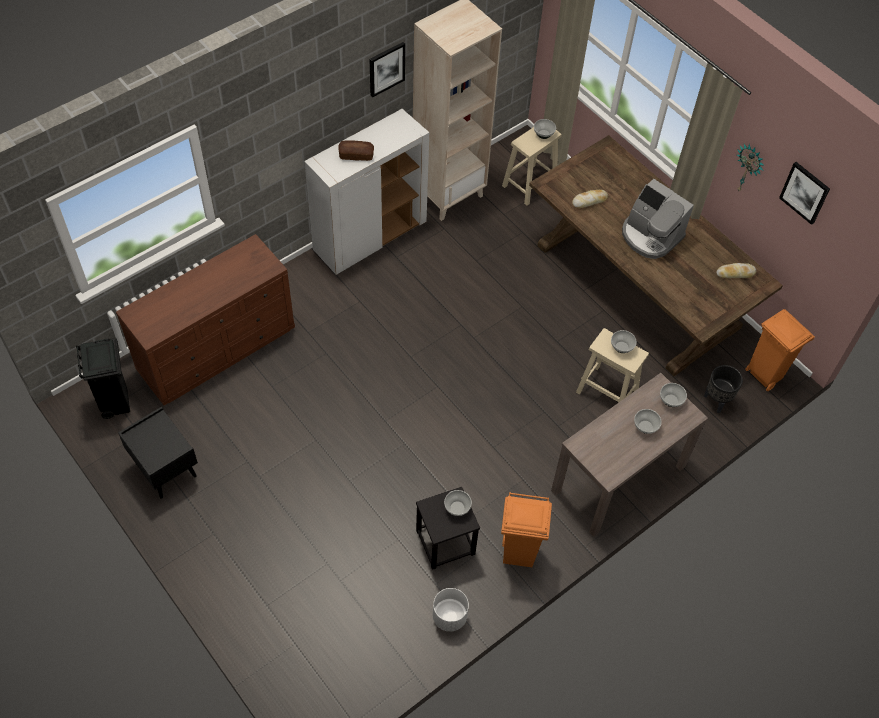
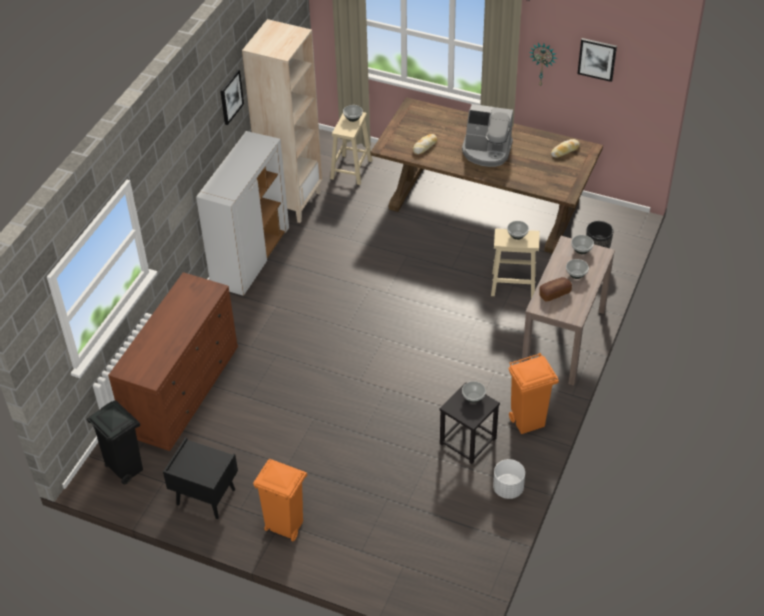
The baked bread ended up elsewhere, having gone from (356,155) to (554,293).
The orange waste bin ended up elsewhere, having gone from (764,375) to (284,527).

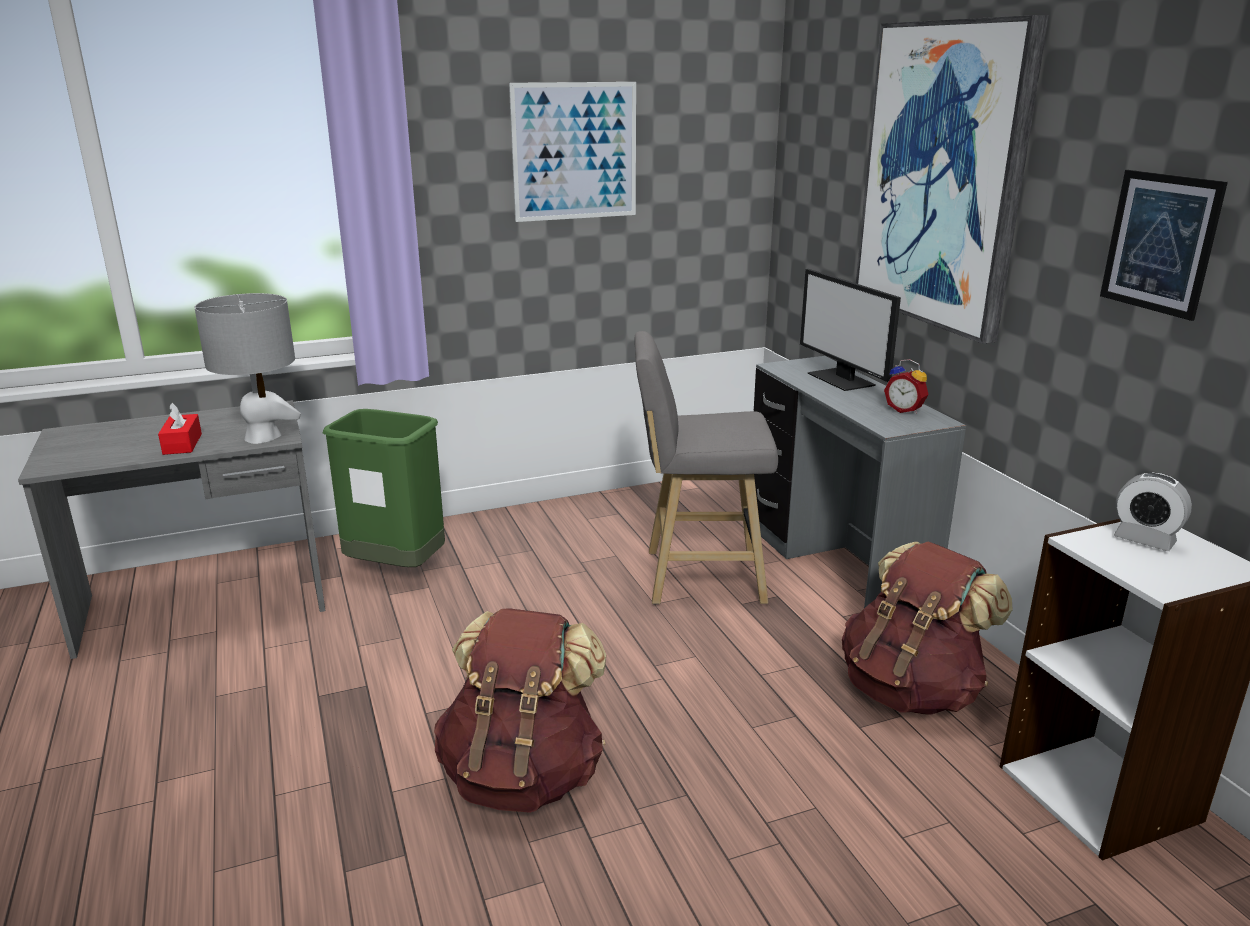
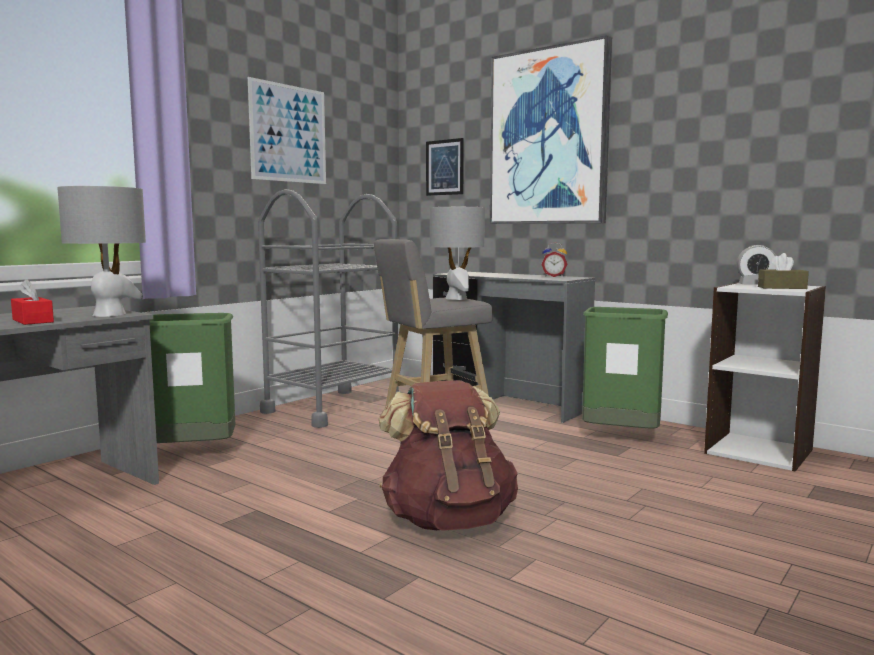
The second view lost the computer screen at (842,379).
Where the brownish backpack stood at (911,690), the green waste bin came to stand at (621,437).
The picture ended up elsewhere, having gone from (1160,243) to (444,167).
The second view gained the greyish cart at (333,408).
The second view gained the greyish table lamp at (456,298).
The second view gained the brownish tissue holder at (782,287).

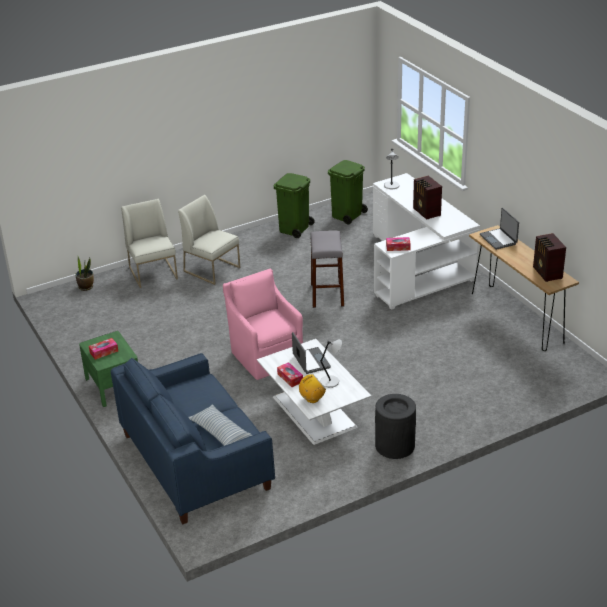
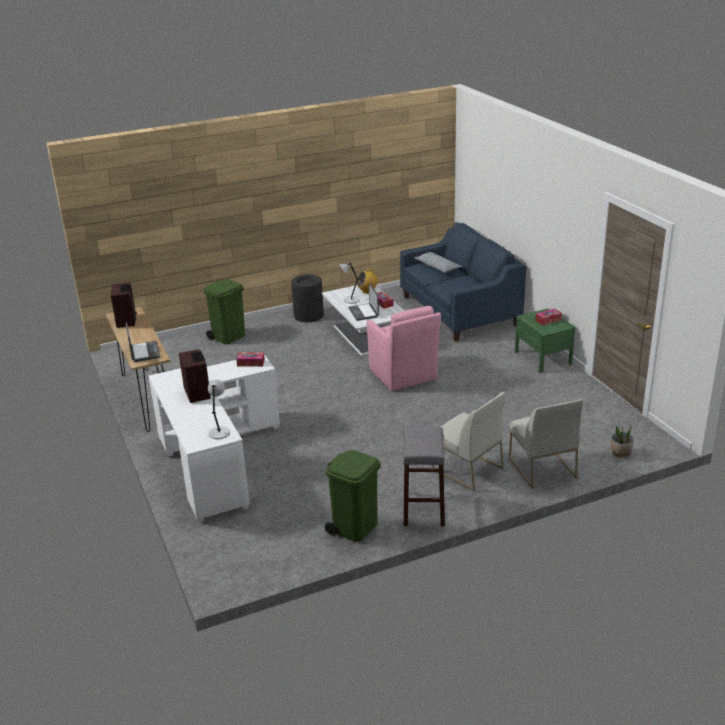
The greyish sitting stool ended up elsewhere, having gone from (327,295) to (424,508).
The green waste bin ended up elsewhere, having gone from (347,215) to (229,337).

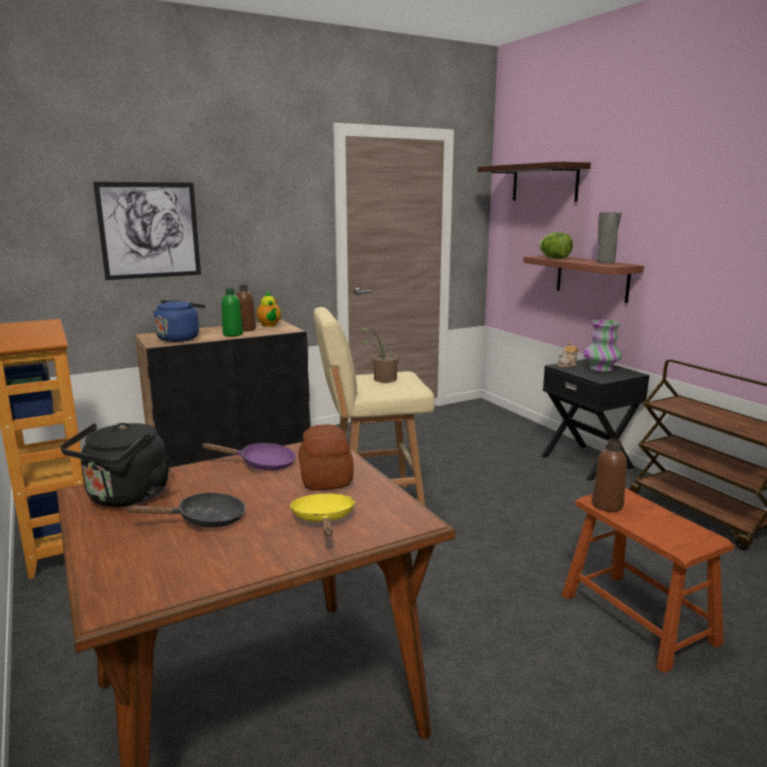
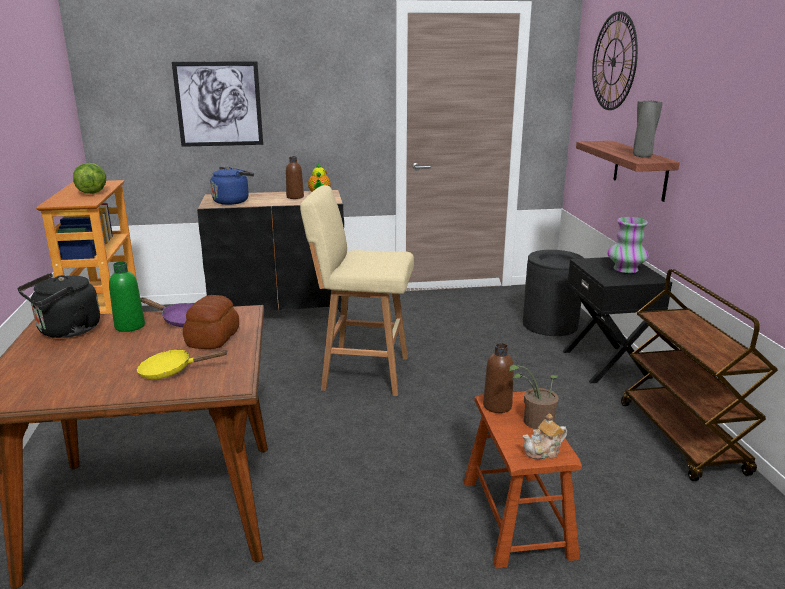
The second view lost the black skillet at (204,520).
The green drink bottle ended up elsewhere, having gone from (233,334) to (130,326).
The yellowish skillet at (324,519) ended up facing another way, 105 degrees counterclockwise from before.
The plant in a pot ended up elsewhere, having gone from (382,379) to (534,422).
Where the bracket shelf hung at (544,183), the clock on the wall came to hang at (613,61).
The lettuce ended up elsewhere, having gone from (554,258) to (92,192).
The pot for tea ended up elsewhere, having gone from (567,365) to (543,451).
The second view gained the black waste bin at (550,324).

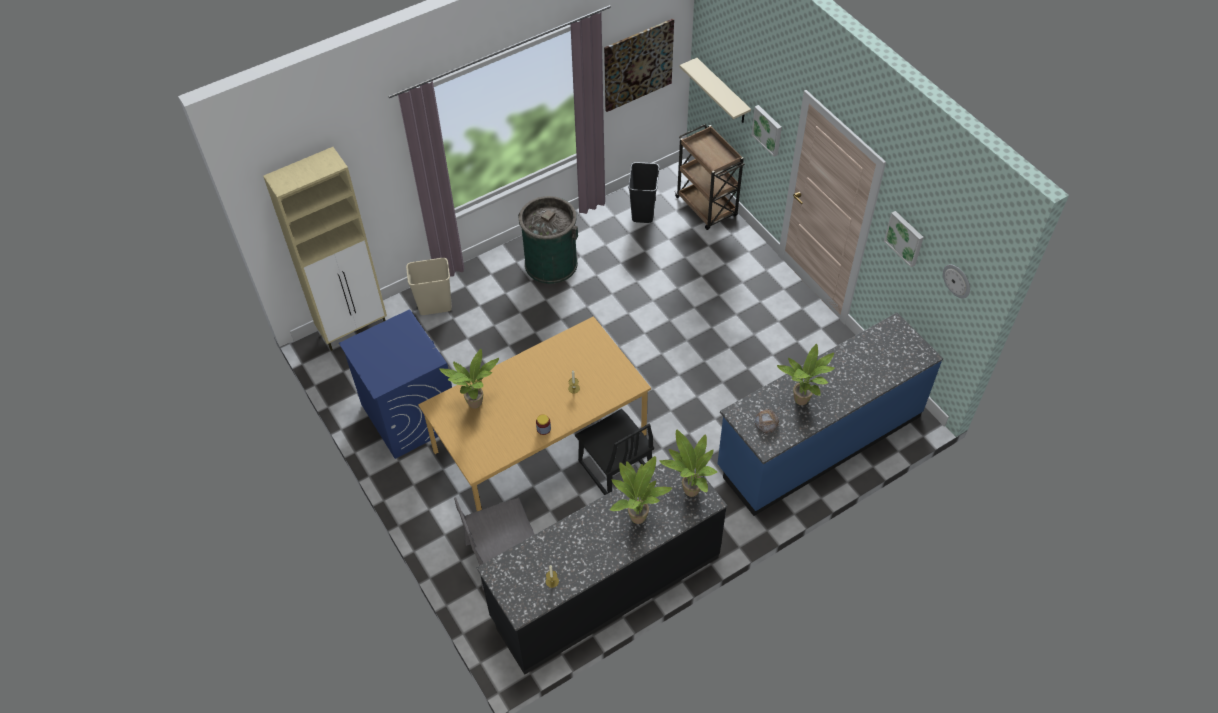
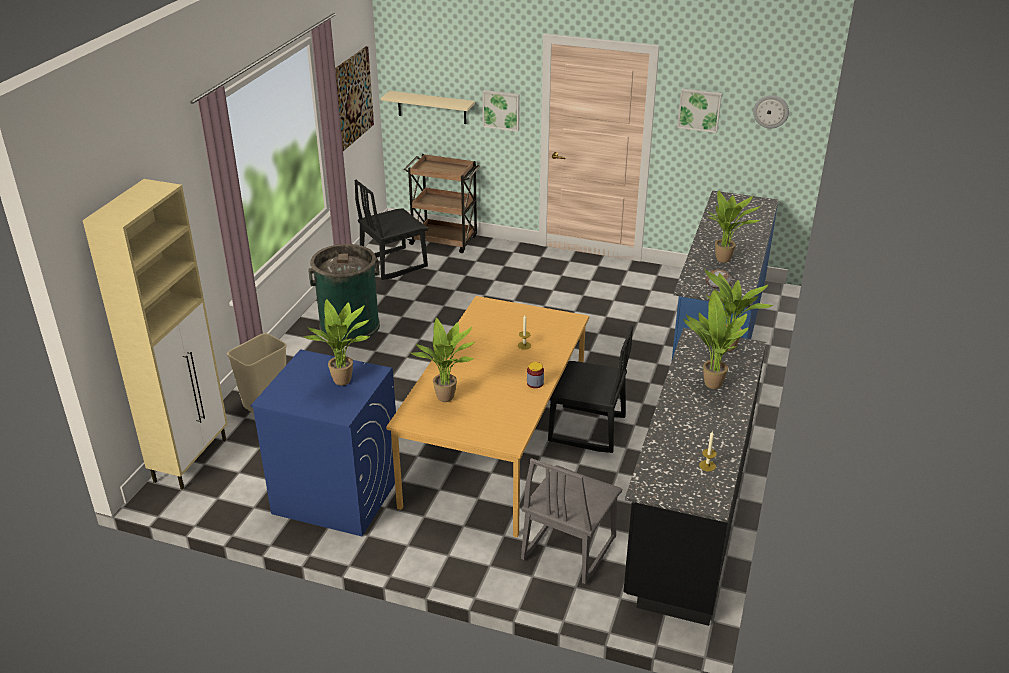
Where the black waste bin stood at (642,212), the black plain chair came to stand at (393,263).
The second view gained the plant in a pot at (345,382).

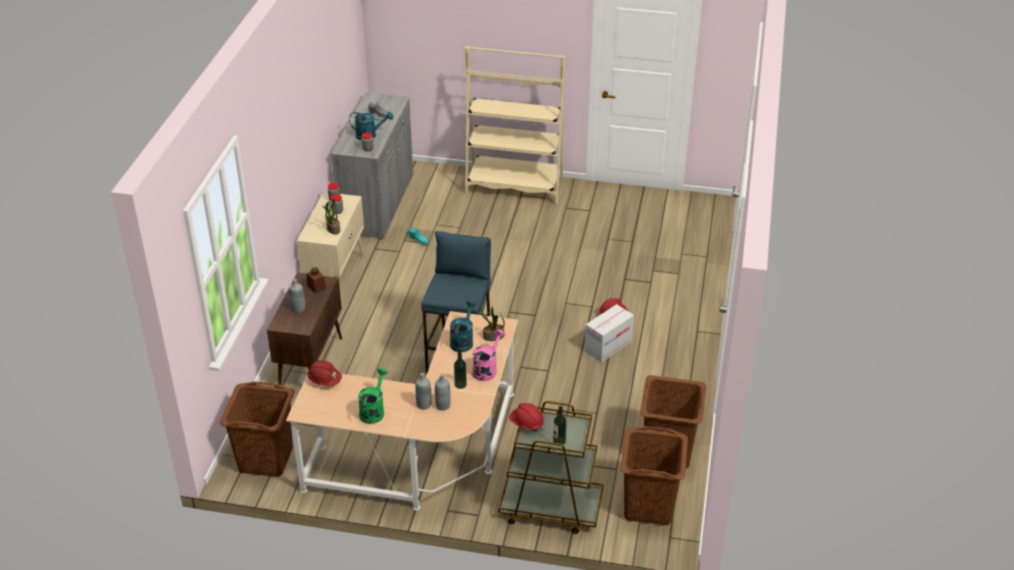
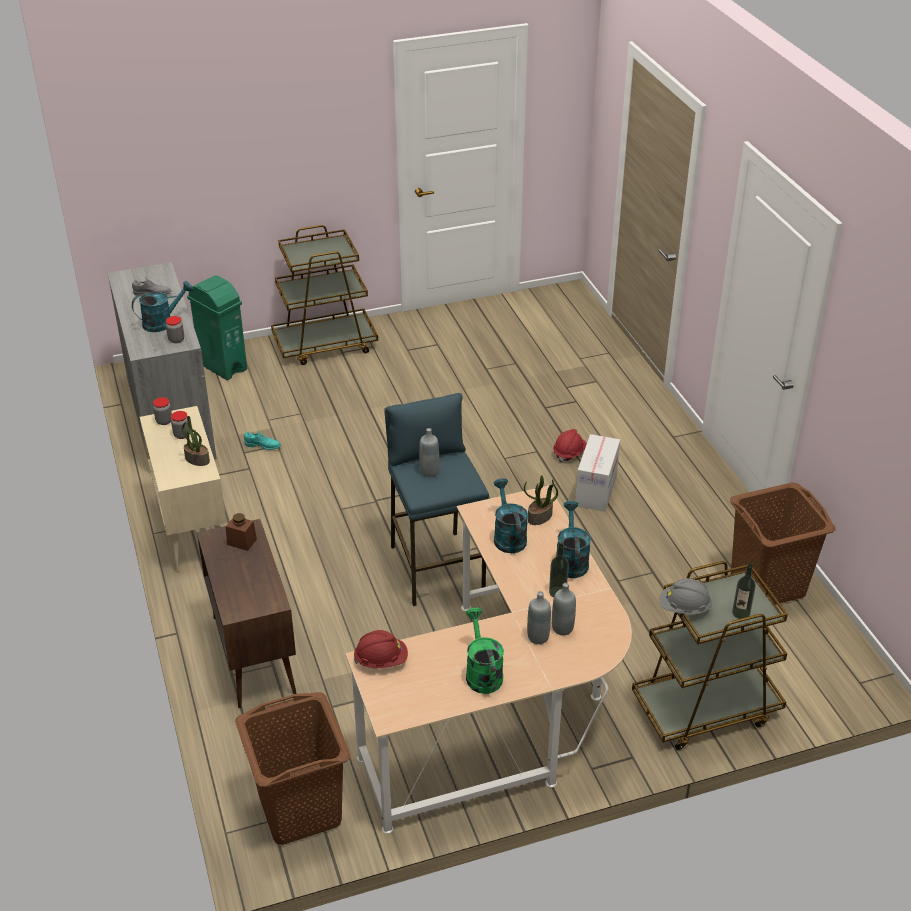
The greyish drink bottle ended up elsewhere, having gone from (298,309) to (429,471).
Where the beige bookshelf stood at (514,186), the brownish cart came to stand at (325,344).
What was the pink watering can at (487,369) turned into the turquoise-coloured watering can at (570,560).
What was the red work helmet at (526,424) turned into the greyish work helmet at (684,608).
The second view lost the brownish laundry basket at (648,506).
The second view gained the green waste bin at (223,366).

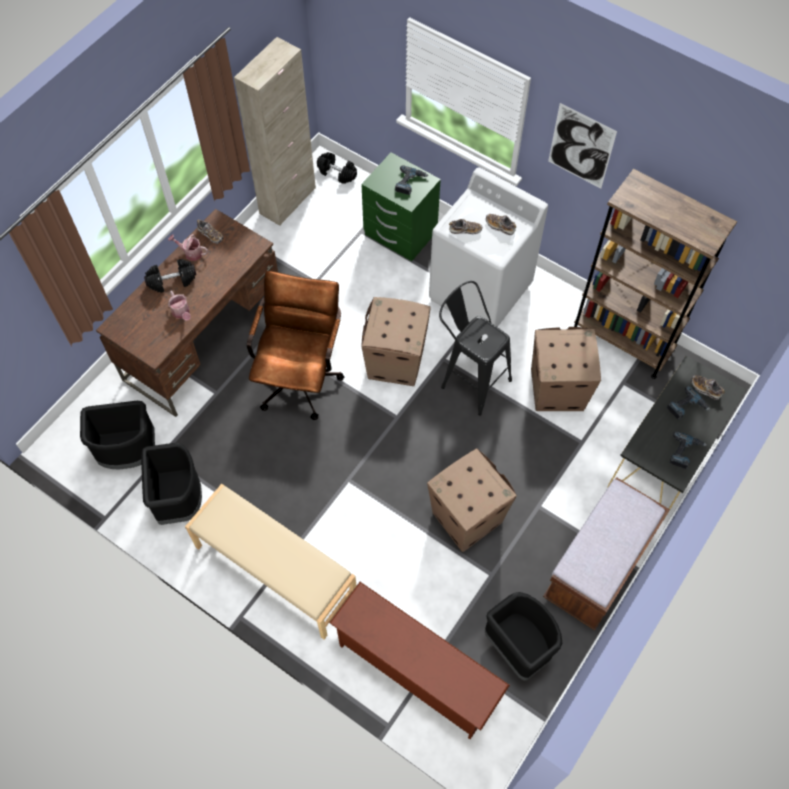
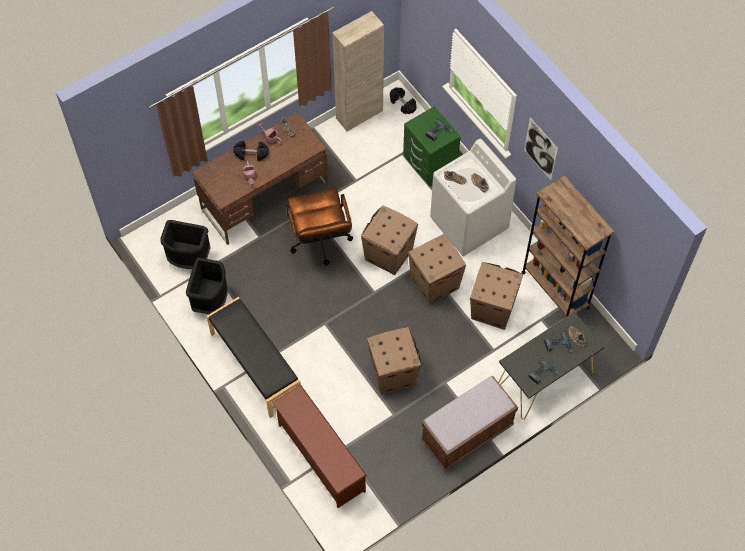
What was the beige indoor bench at (275,571) turned into the black indoor bench at (255,365).
The brownish desk chair at (300,375) ended up facing another way, 135 degrees clockwise from before.
Where the black sitting stool stood at (470,379), the carton came to stand at (435,283).
The second view lost the black waste bin at (517,646).

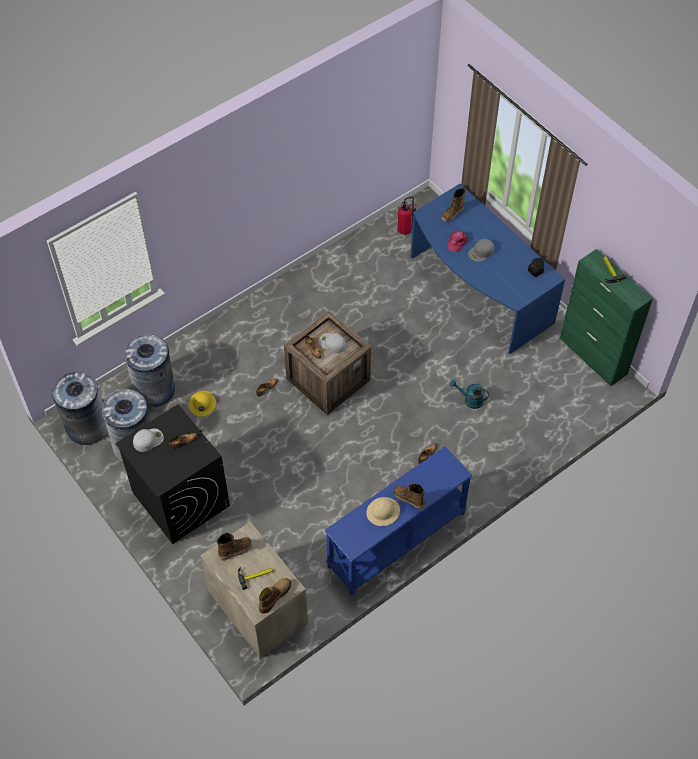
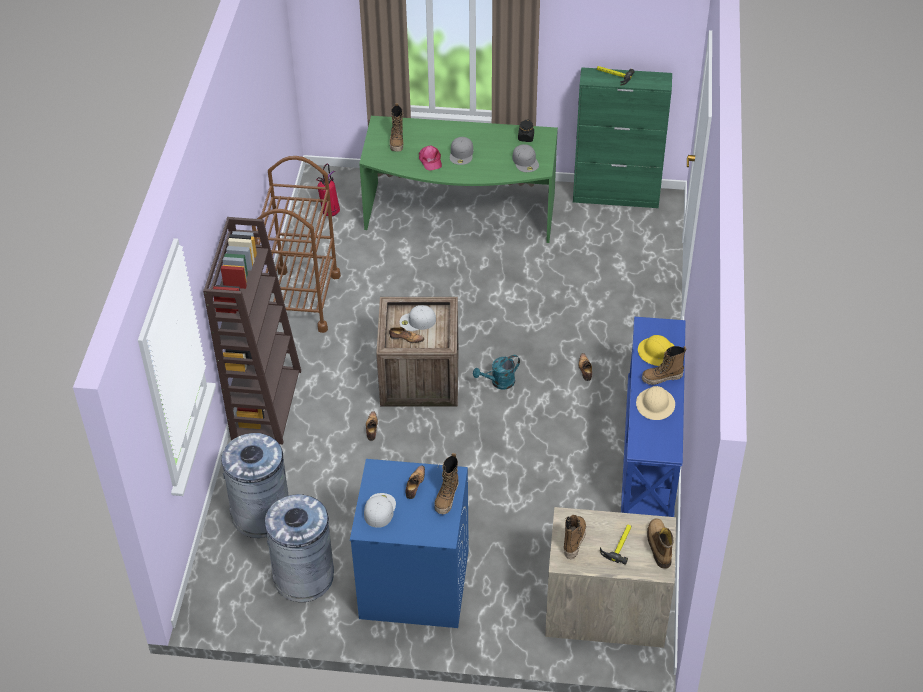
The second view lost the greyish waste bin at (87,427).
What was the black washing machine at (180,498) turned into the blue-coloured washing machine at (413,584).
The yellowish work helmet ended up elsewhere, having gone from (202,404) to (657,353).
What was the blue-coloured desk at (477,292) turned into the green desk at (459,216).
The turquoise-coloured watering can ended up elsewhere, having gone from (470,400) to (499,383).
The second view gained the brownish bookshelf at (266,403).
The second view gained the brownish cart at (302,300).
The second view gained the high-top boot at (447,498).
The second view gained the greyish peaked cap at (525,161).

